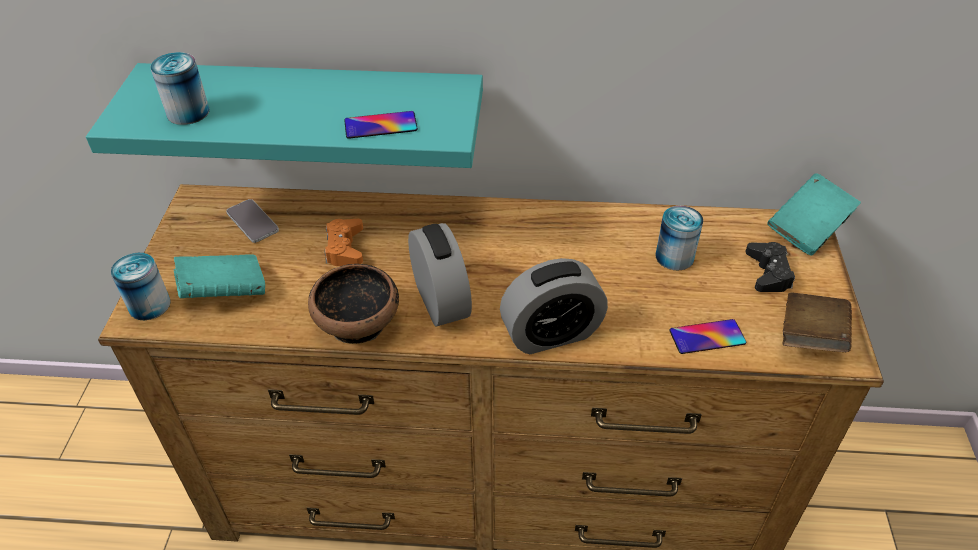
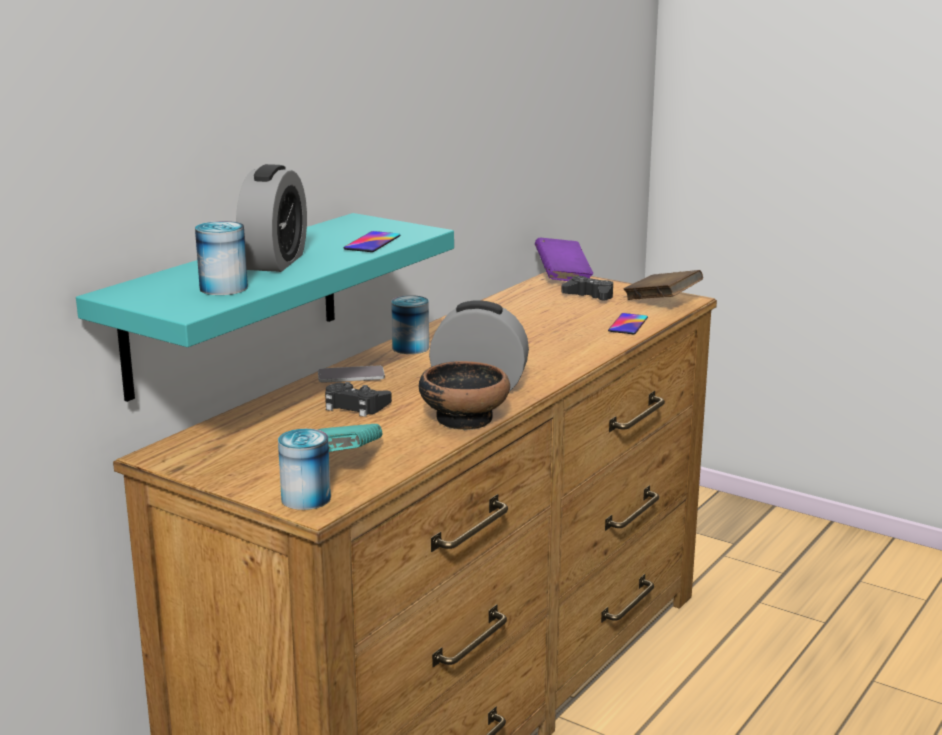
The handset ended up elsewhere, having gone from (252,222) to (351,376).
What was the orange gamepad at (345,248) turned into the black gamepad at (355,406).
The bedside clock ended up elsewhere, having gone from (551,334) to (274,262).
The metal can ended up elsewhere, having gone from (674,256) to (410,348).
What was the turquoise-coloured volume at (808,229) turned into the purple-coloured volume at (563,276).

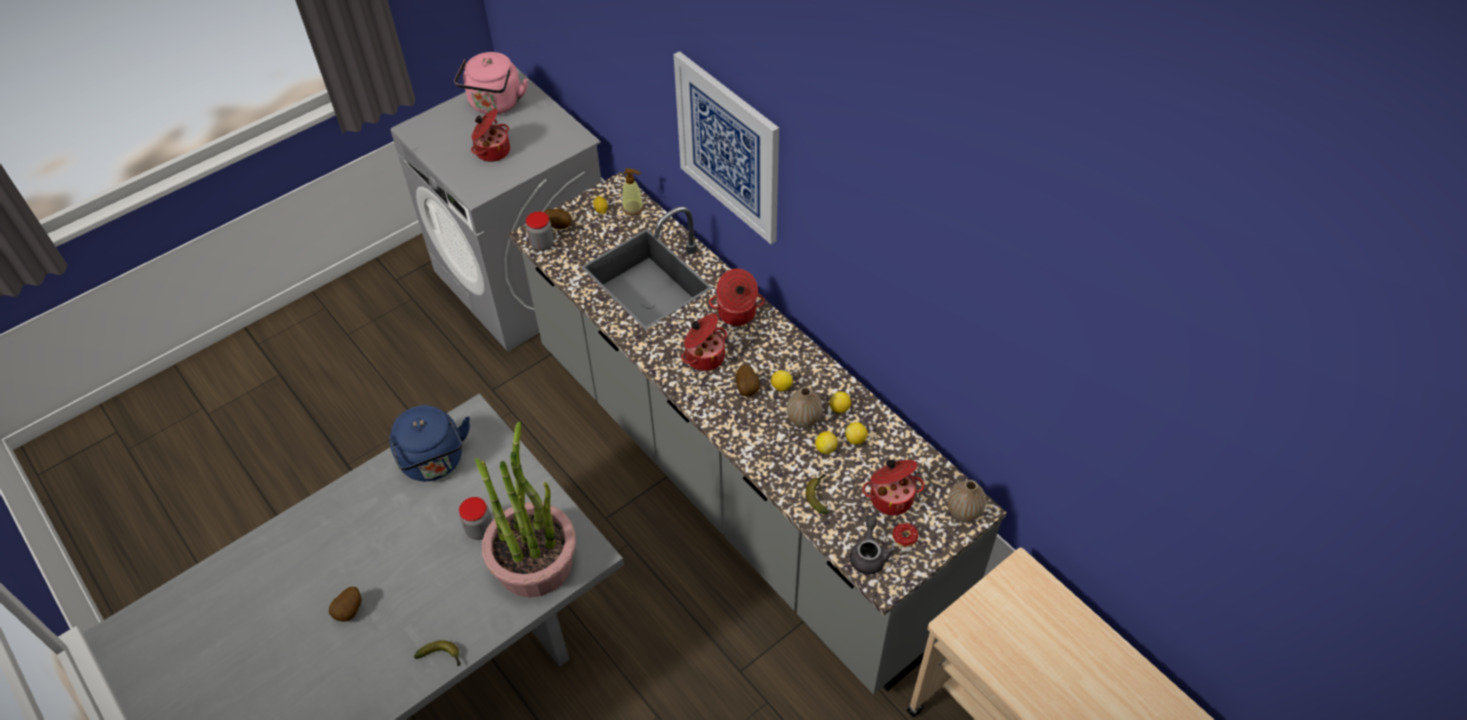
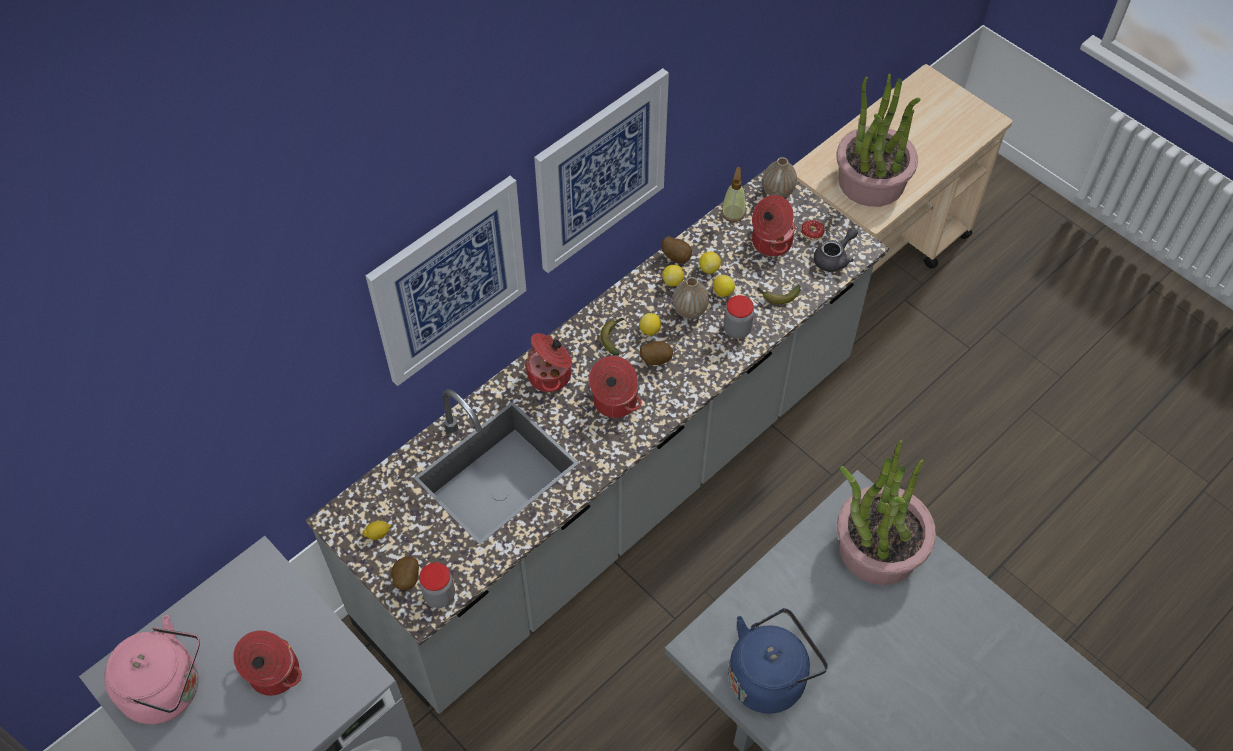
The potato ended up elsewhere, having gone from (350,611) to (677,257).
The banana fruit ended up elsewhere, having gone from (442,656) to (613,337).
The storage jar ended up elsewhere, having gone from (480,529) to (737,329).
The liquid soap bottle ended up elsewhere, having gone from (633,208) to (733,213).
The greyish pot for tea at (869,554) ended up facing another way, 135 degrees clockwise from before.
The second view gained the picture at (600,171).
The second view gained the plant in a pot at (871,182).

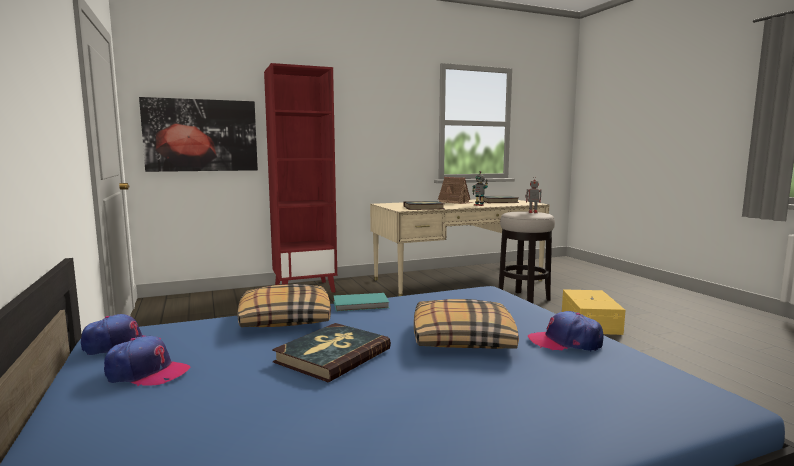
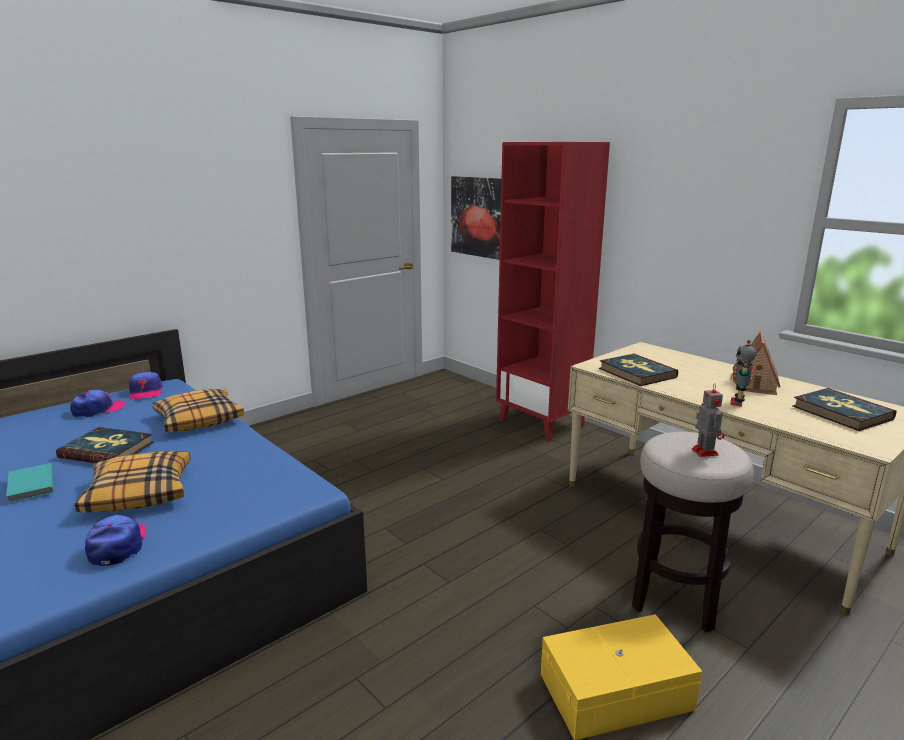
The peaked cap at (146,372) ended up facing another way, 120 degrees counterclockwise from before.
The turquoise-coloured volume ended up elsewhere, having gone from (361,304) to (29,485).

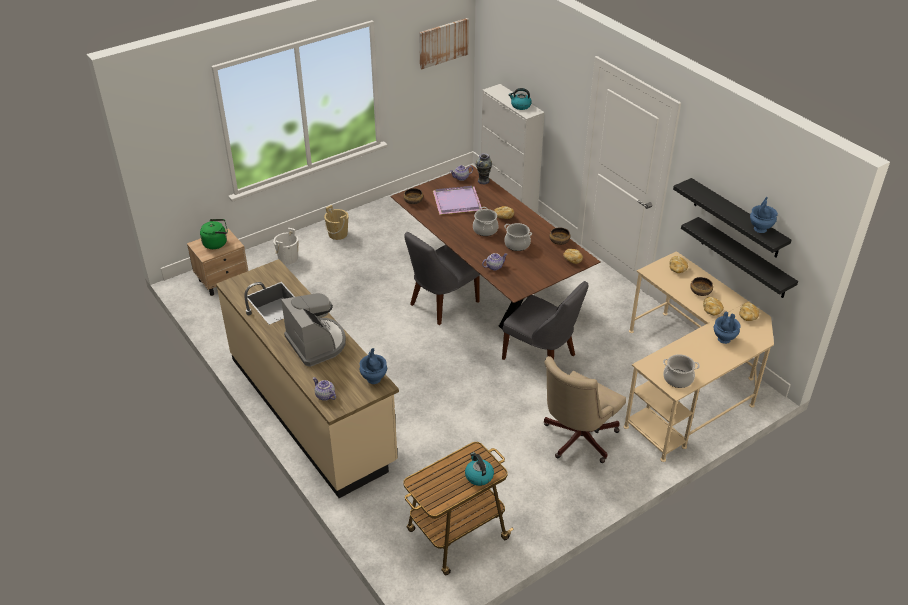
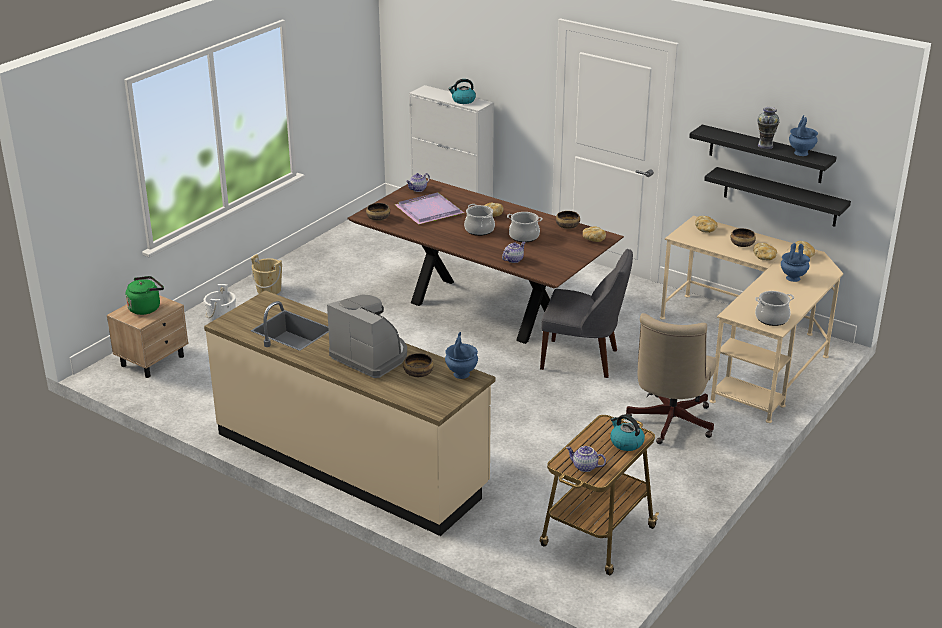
The pot for tea ended up elsewhere, having gone from (324,396) to (584,467).
The second view lost the greyish plain chair at (441,304).
The second view lost the picture at (443,43).
The decorative vase ended up elsewhere, having gone from (483,181) to (765,146).
The second view gained the serving bowl at (418,373).

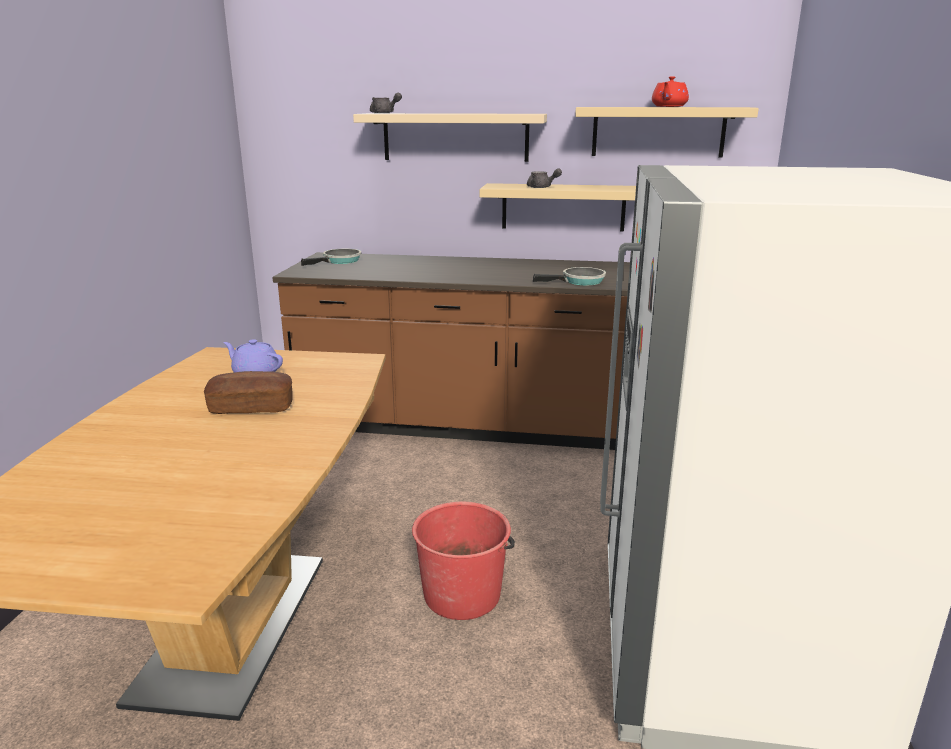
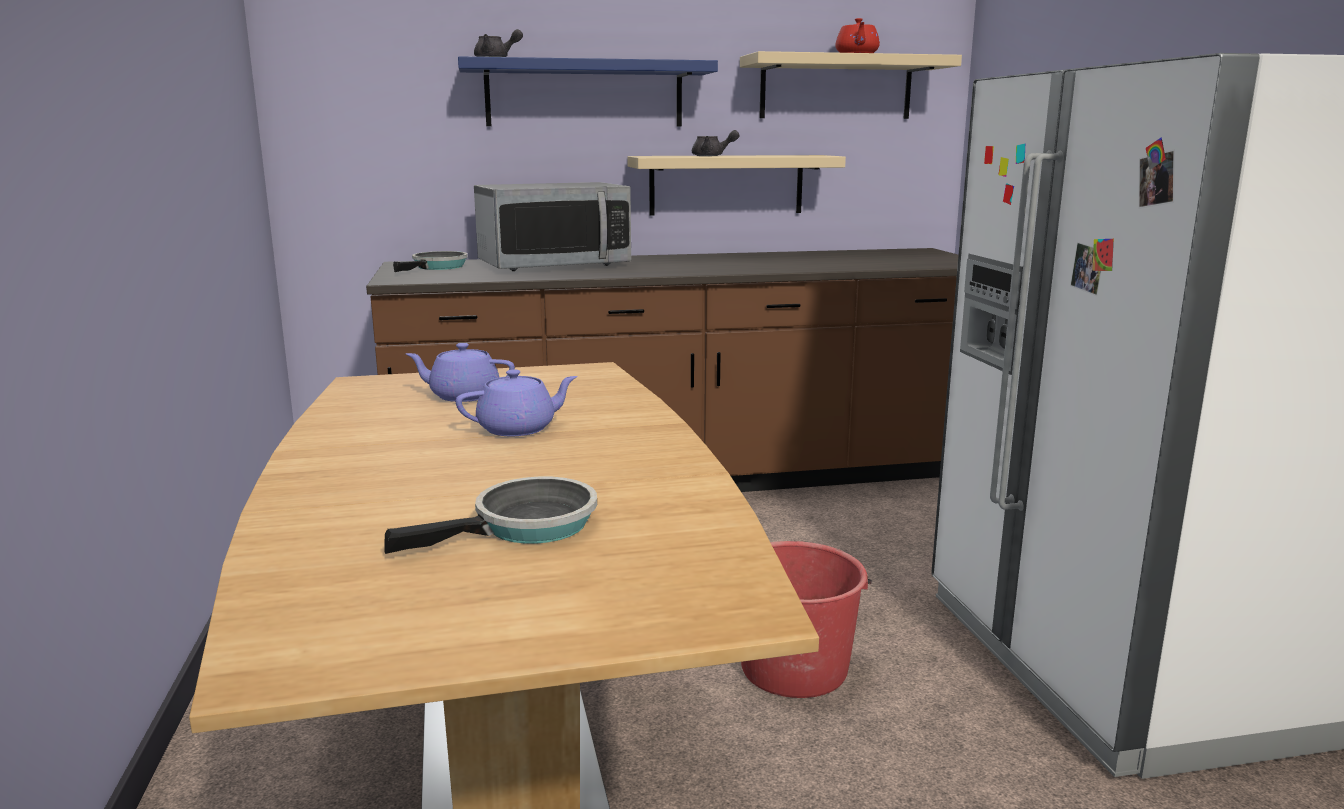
Where the baked bread stood at (251,408), the purple-coloured pot for tea came to stand at (518,428).
What was the beige bracket shelf at (455,137) turned into the blue-coloured bracket shelf at (584,95).
The skillet ended up elsewhere, having gone from (580,281) to (526,526).
The second view gained the microwave at (554,265).

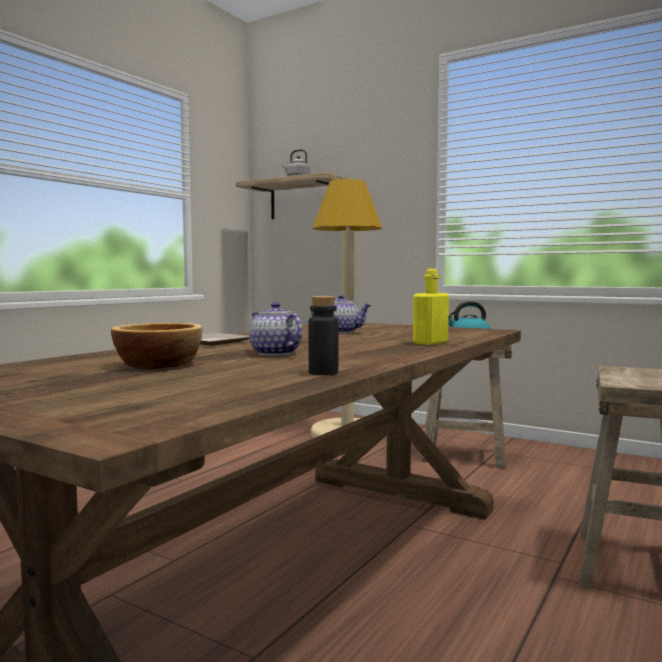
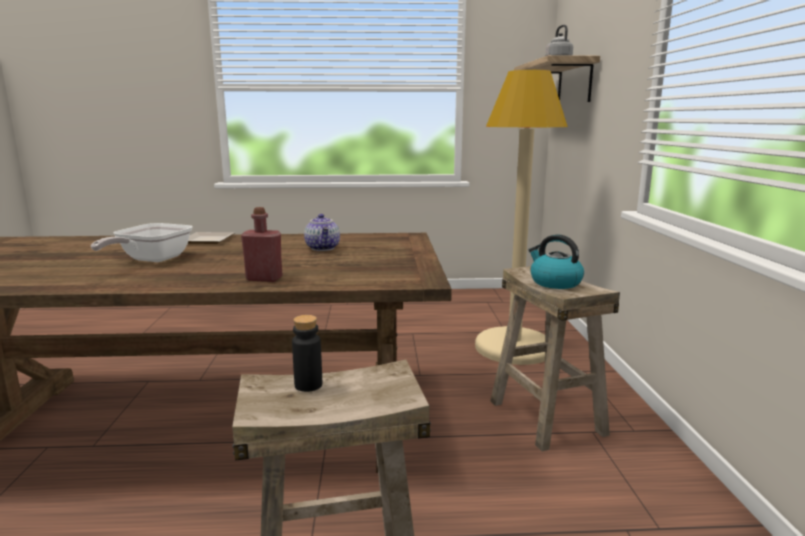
The second view lost the serving bowl at (158,364).
Where the pot for tea stood at (274,353), the skillet came to stand at (151,260).
The black drink bottle ended up elsewhere, having gone from (323,372) to (308,385).
What was the yellowish drink bottle at (430,343) turned into the red drink bottle at (264,278).

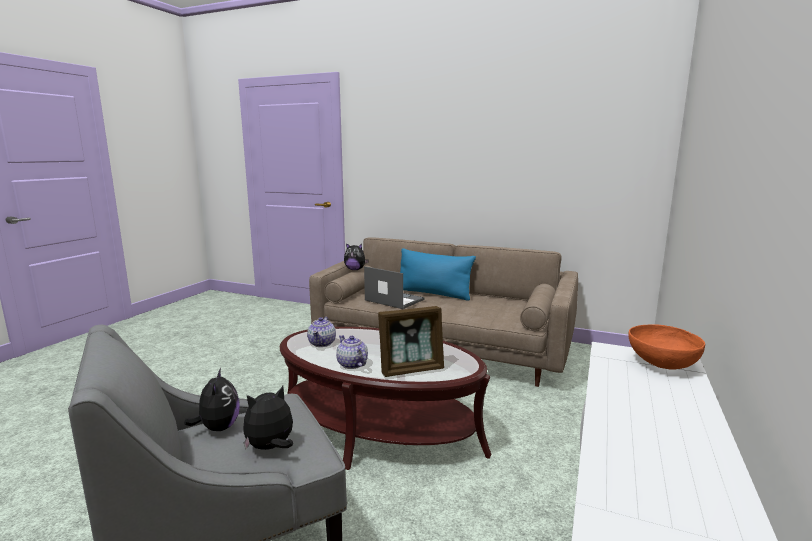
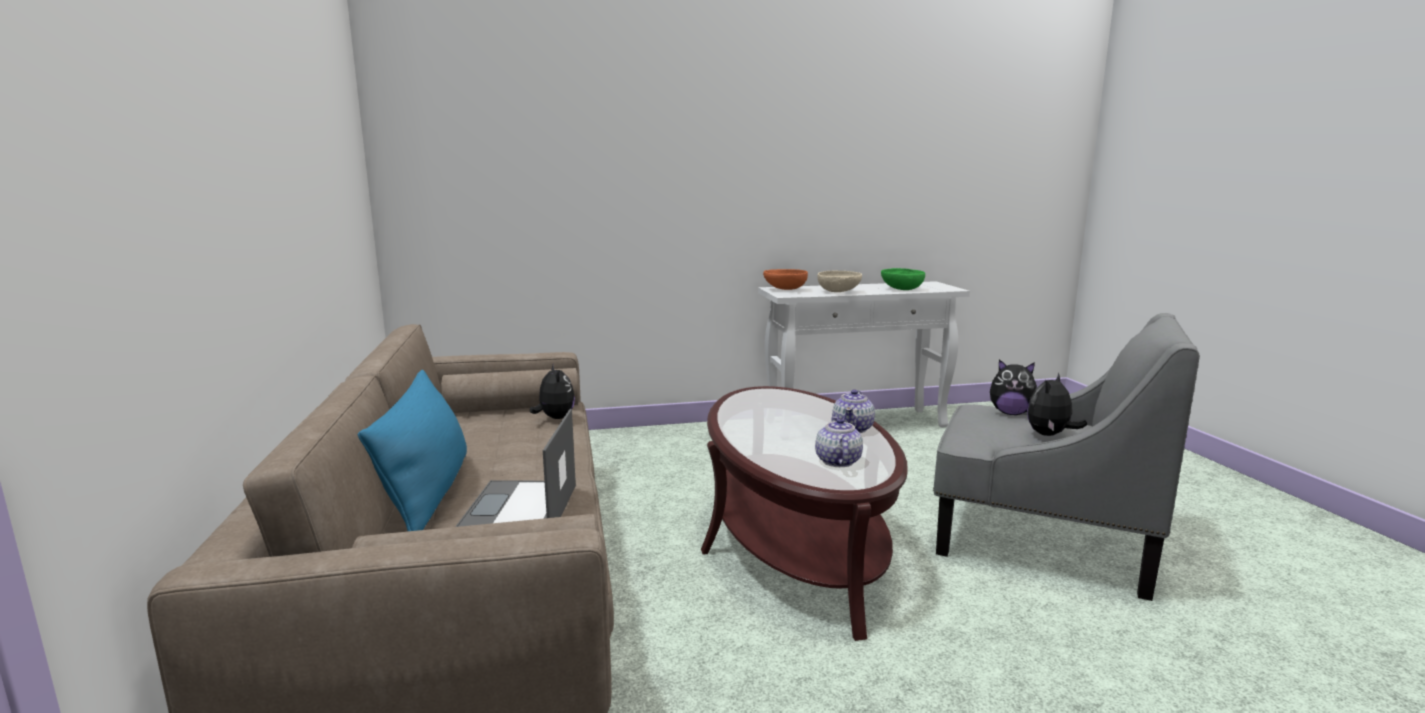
The pot for tea at (322,343) ended up facing another way, 60 degrees counterclockwise from before.
The cuddly toy ended up elsewhere, having gone from (355,269) to (555,418).
The second view lost the photo frame at (411,369).
The second view gained the beige serving bowl at (839,292).
The second view gained the green serving bowl at (901,289).

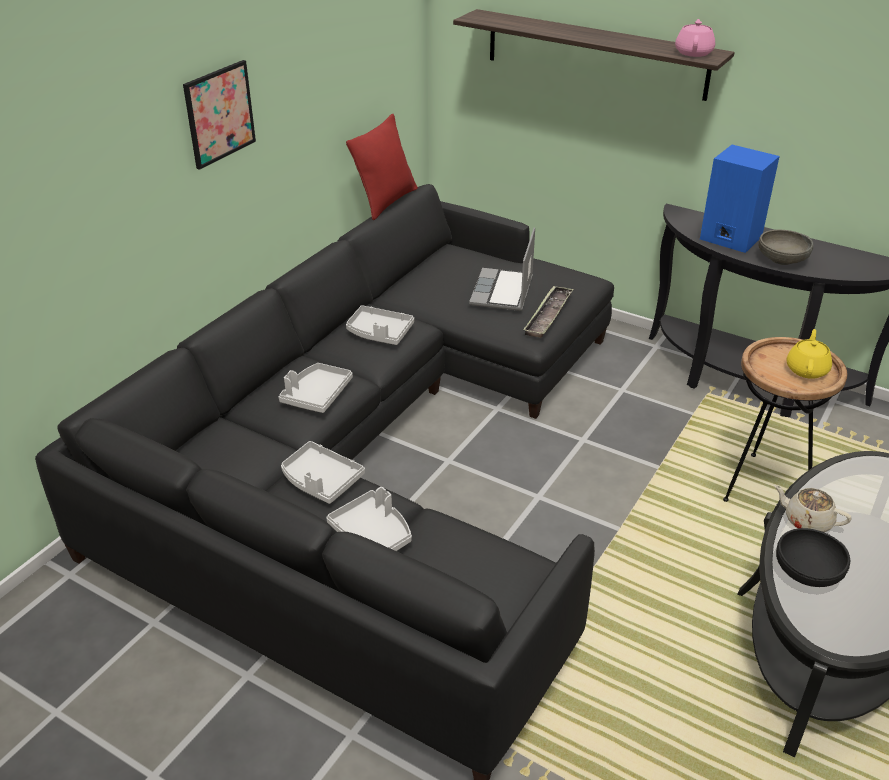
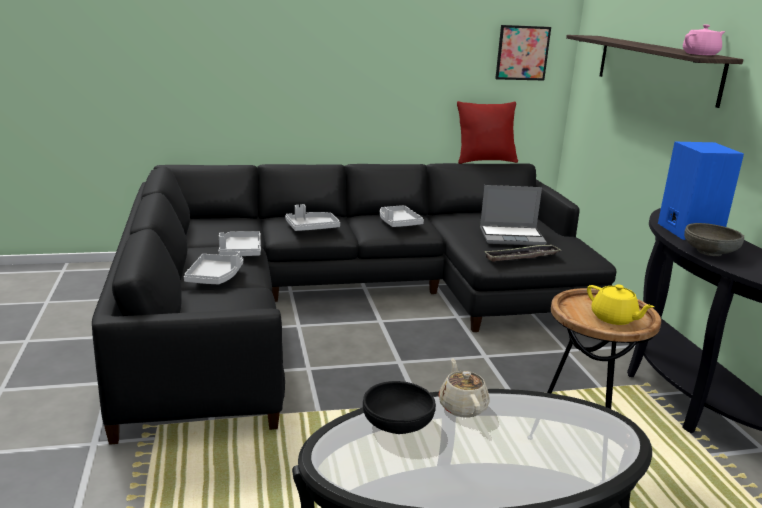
The picture ended up elsewhere, having gone from (219,114) to (522,53).
The portable computer at (503,292) ended up facing another way, 150 degrees counterclockwise from before.
The yellowish pot for tea at (807,369) ended up facing another way, 75 degrees clockwise from before.

